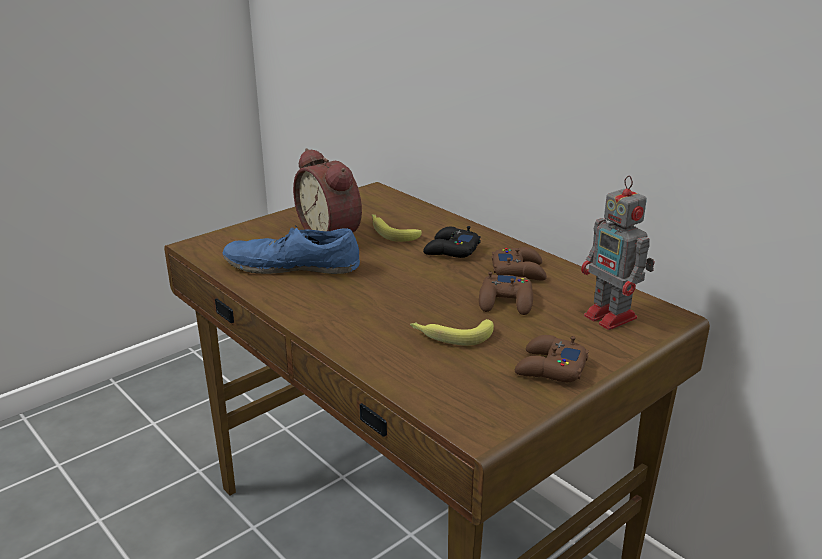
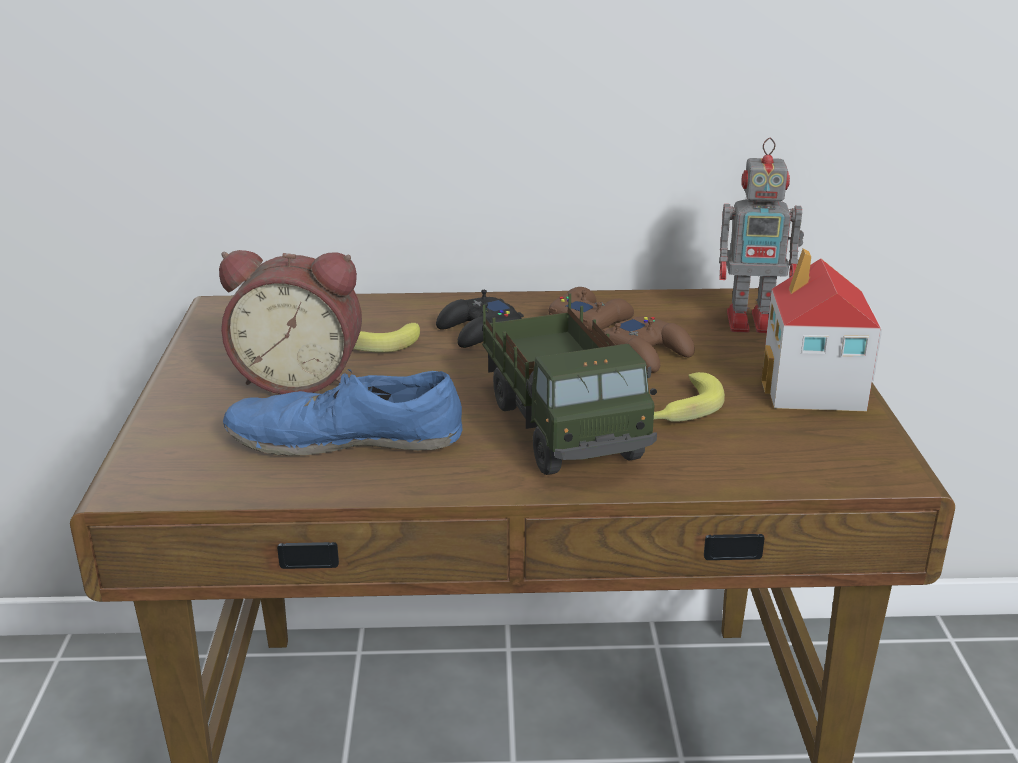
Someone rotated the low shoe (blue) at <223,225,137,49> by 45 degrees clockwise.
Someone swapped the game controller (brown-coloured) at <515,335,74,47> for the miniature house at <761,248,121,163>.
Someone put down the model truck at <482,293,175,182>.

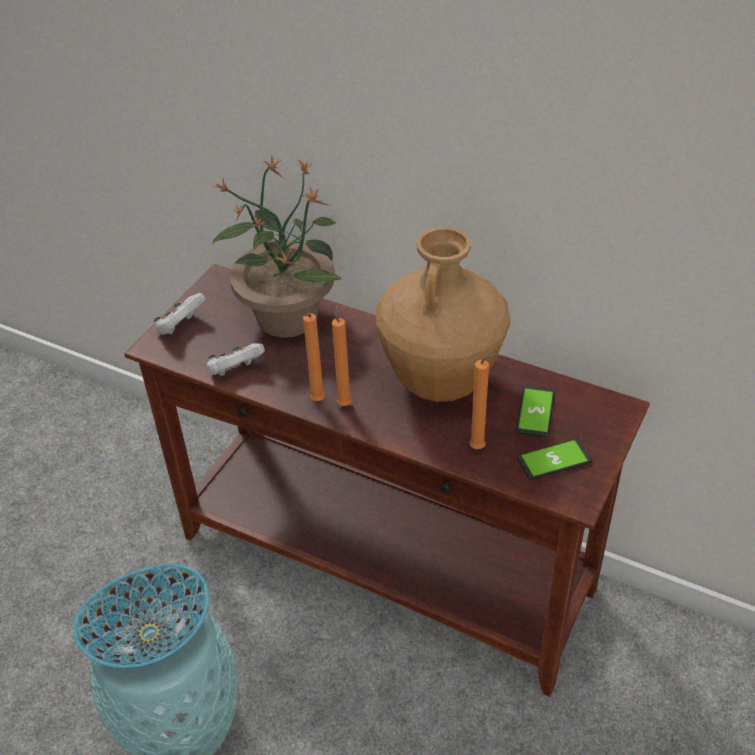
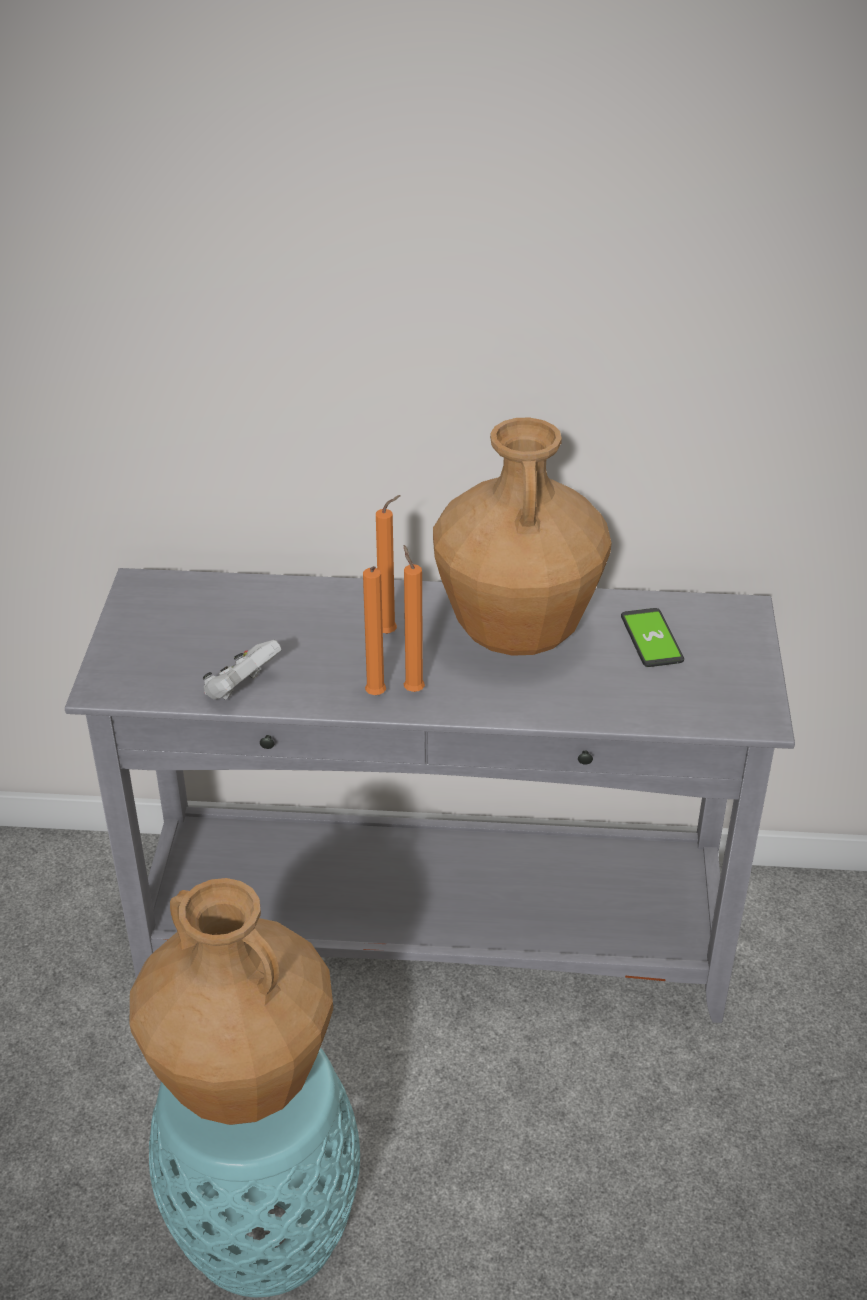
Someone swapped the bowl at <73,564,136,104> for the vase (brown-coloured) at <130,878,203,247>.
Someone repainted the console table (brown-coloured) at <124,264,526,433>, which became the console table (grey) at <65,568,730,455>.
Someone took away the game controller (white-coloured) at <154,293,52,42>.
Someone took away the potted plant at <212,156,130,182>.
Someone carried the candle (orangey) from <469,353,28,96> to <376,495,25,139>.
Someone took away the telephone at <517,439,75,41>.

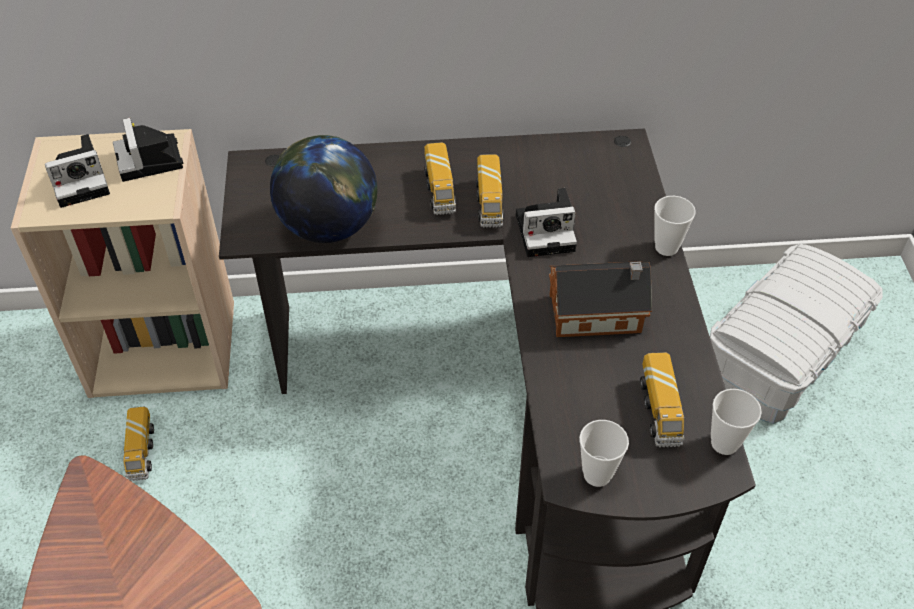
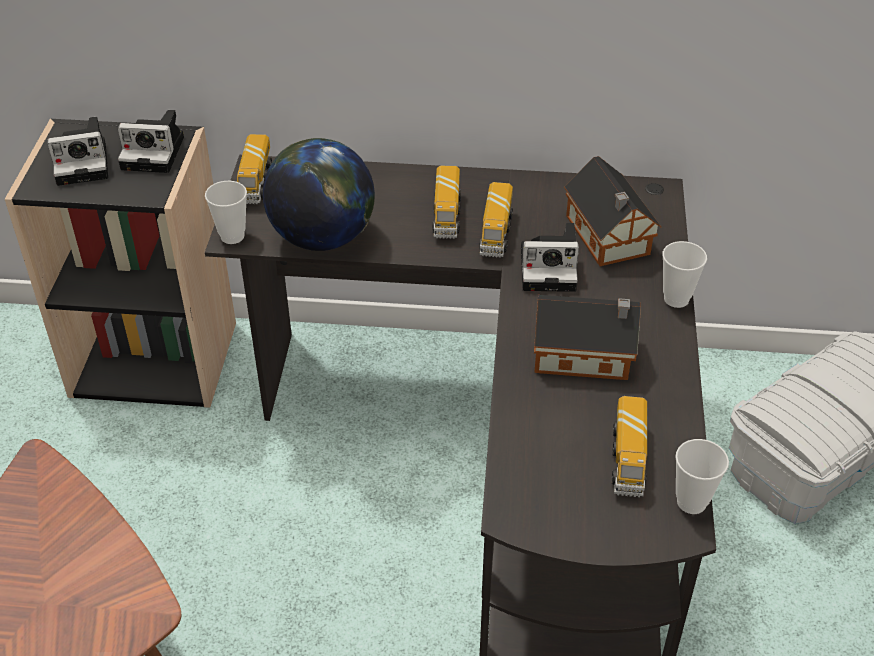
Someone repainted the bookcase (beige) at <11,129,223,269>, which became the bookcase (blackish) at <5,119,231,289>.
Someone rotated the still camera at <113,118,70,64> by 75 degrees counterclockwise.
Someone carried the model truck from <123,406,31,75> to <237,134,35,70>.
Someone carried the cup from <579,420,50,67> to <205,181,42,63>.
Someone put down the miniature house at <564,156,97,110>.

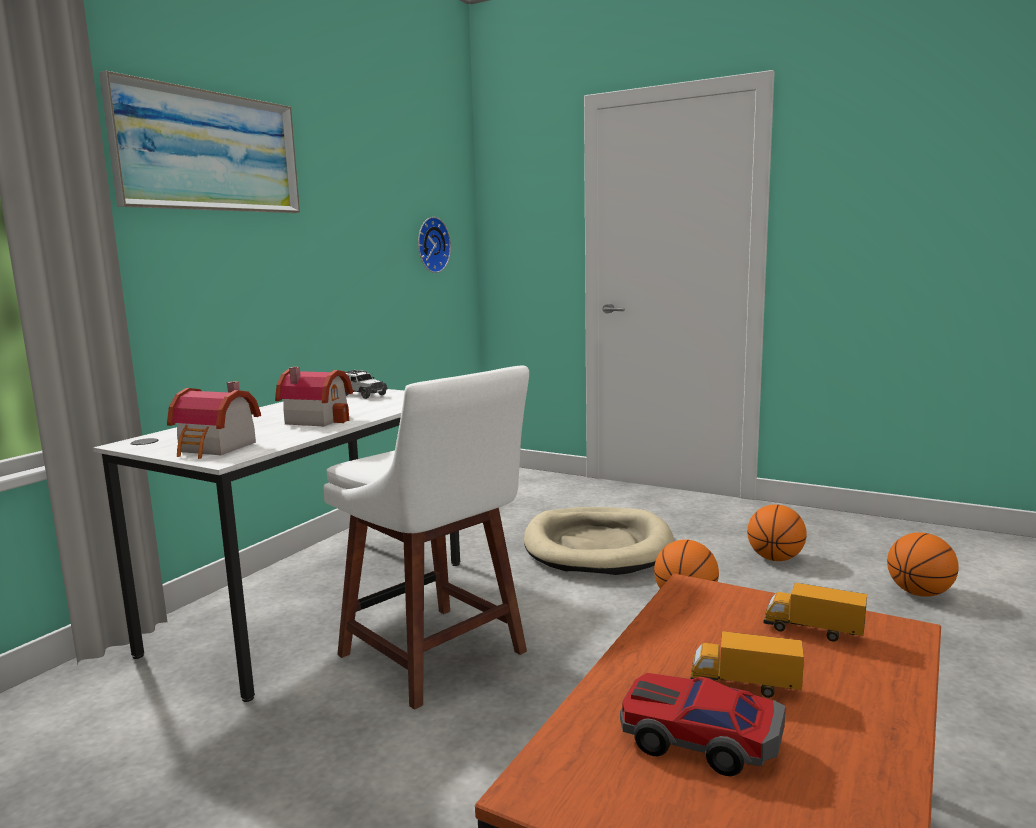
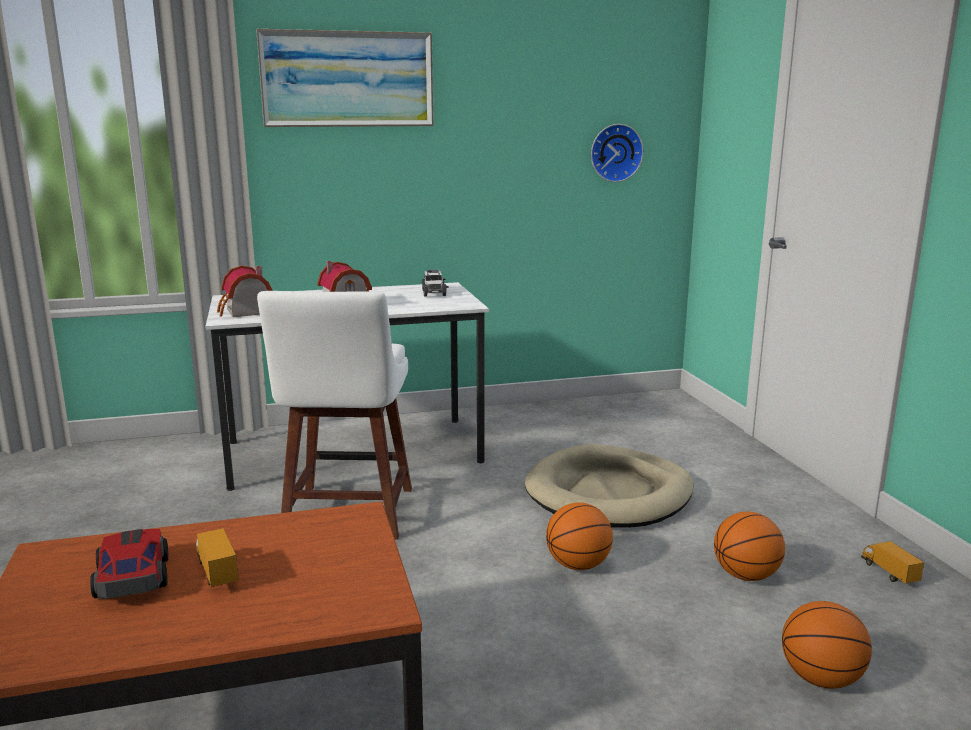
Someone carried the model truck from <764,583,103,59> to <861,541,63,43>.

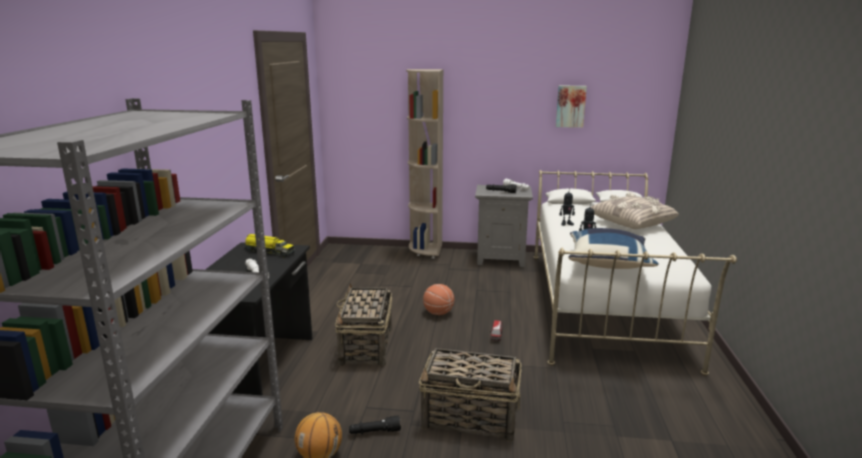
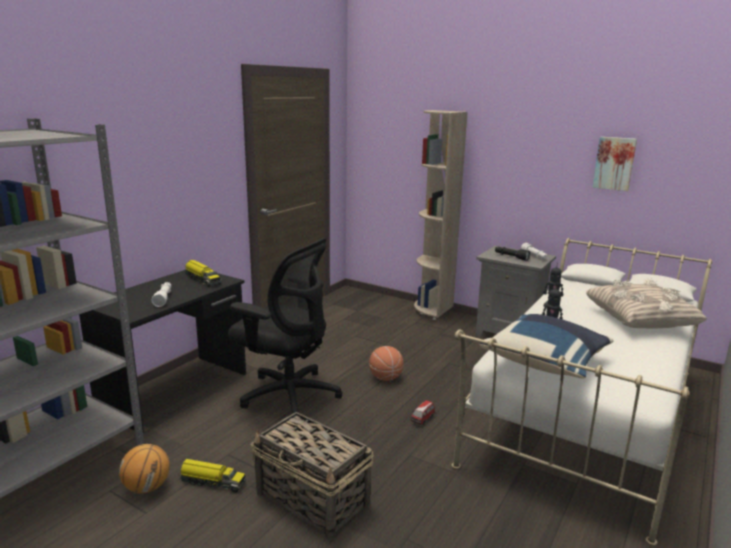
Someone swapped the household basket at <335,283,57,84> for the office chair (blackish) at <228,238,115,176>.
Someone swapped the flashlight (blackish) at <349,415,52,20> for the model truck at <179,459,67,34>.

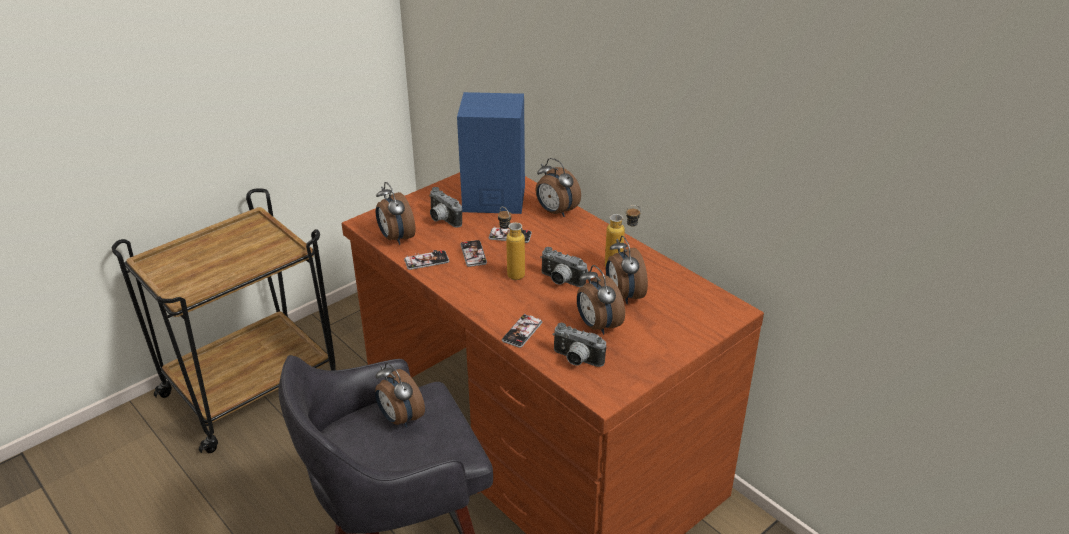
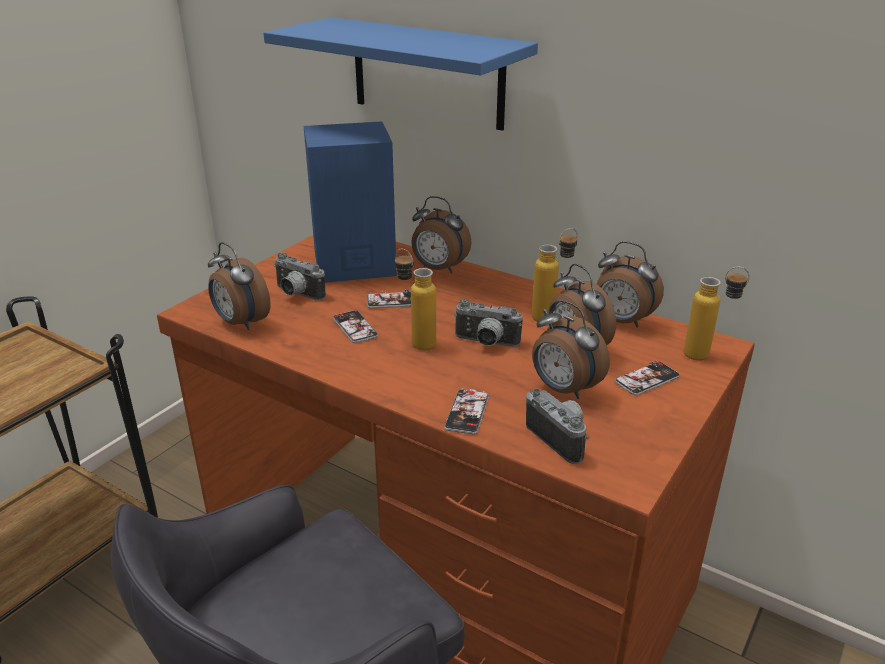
Someone carried the table clock from <375,363,50,65> to <597,241,67,87>.
Someone carried the telephone from <404,250,45,20> to <615,361,65,35>.
Someone rotated the still camera at <553,323,53,44> by 135 degrees counterclockwise.
Someone put up the bracket shelf (blue) at <263,17,275,114>.
Someone put down the bottle at <684,267,66,94>.

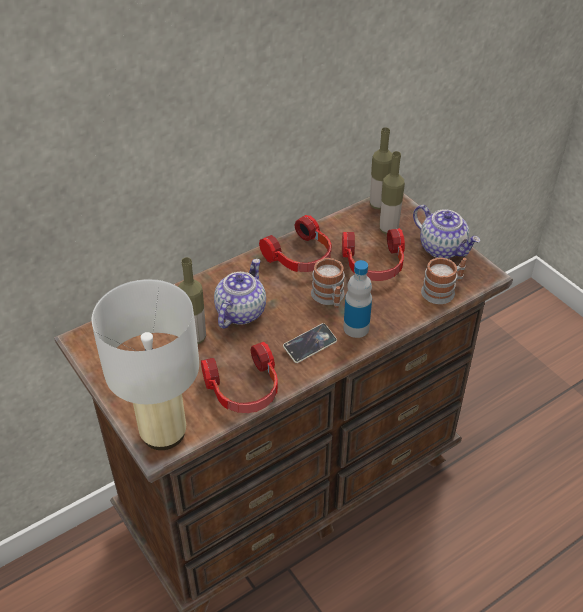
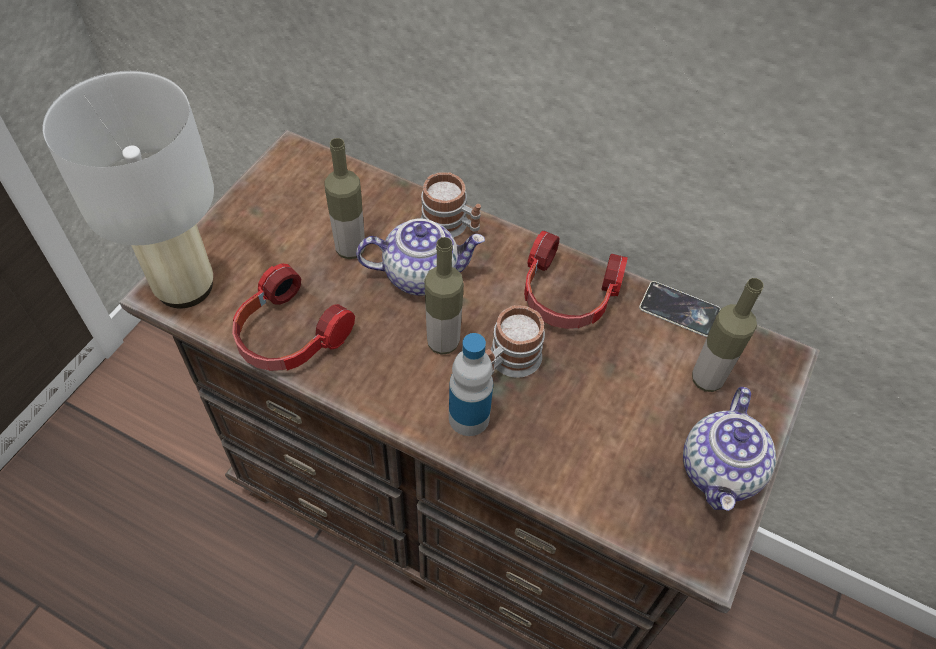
Someone carried the telephone from <283,323,54,40> to <639,281,82,56>.
Someone took away the headphones at <342,228,63,53>.
Someone carried the bottle from <370,127,22,83> to <424,237,40,118>.
Someone carried the tea mug from <421,258,46,46> to <421,172,60,66>.

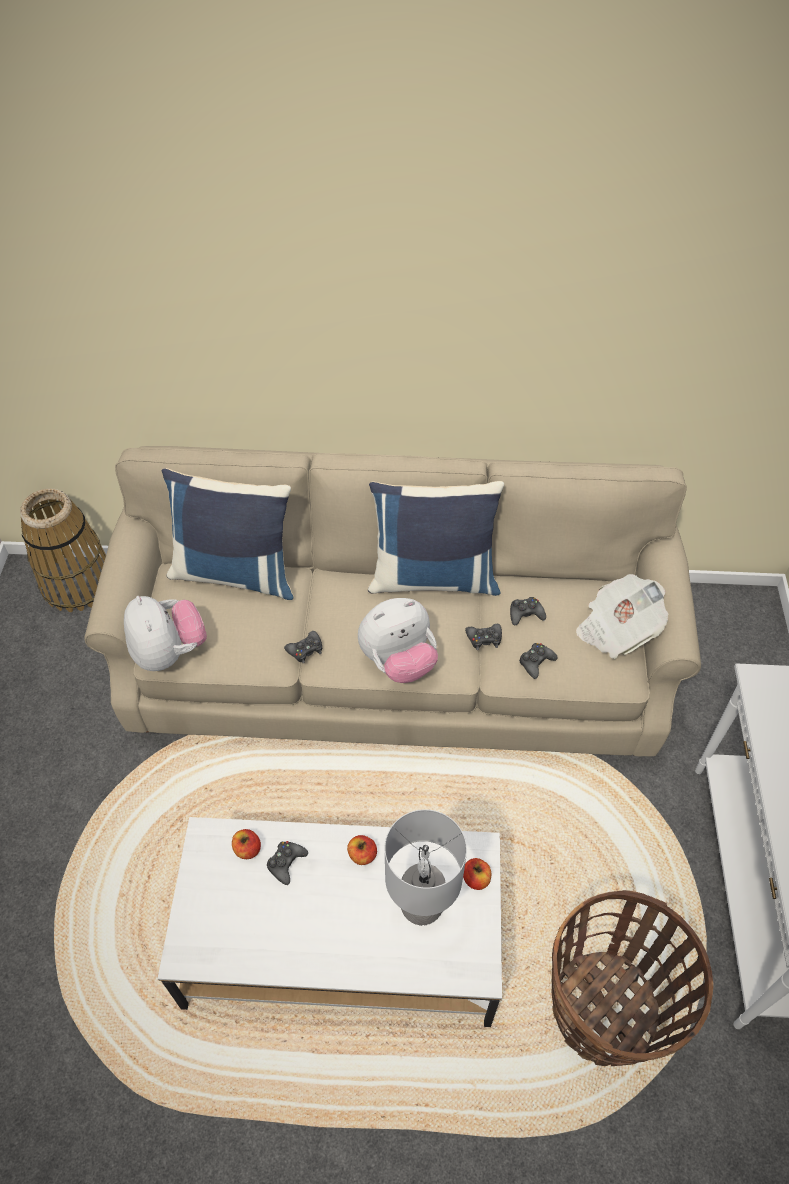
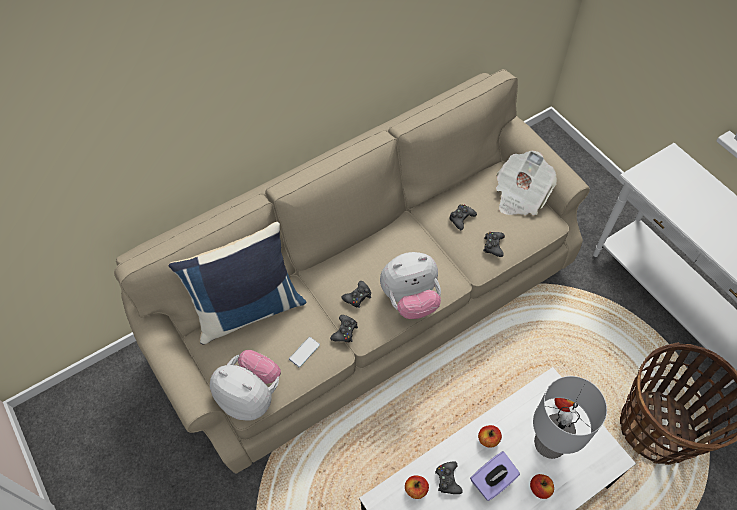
Someone took away the household basket at <20,488,86,124>.
Someone rotated the plush toy at <358,598,80,85> by 45 degrees clockwise.
Someone took away the pillow (blue) at <368,481,136,115>.
Someone carried the game controller (blackish) from <465,624,37,26> to <341,281,30,27>.
Someone put down the telephone at <289,337,31,30>.
Someone put down the box of tissues (purple-coloured) at <470,451,50,50>.
Someone put down the apple at <530,474,24,25>.

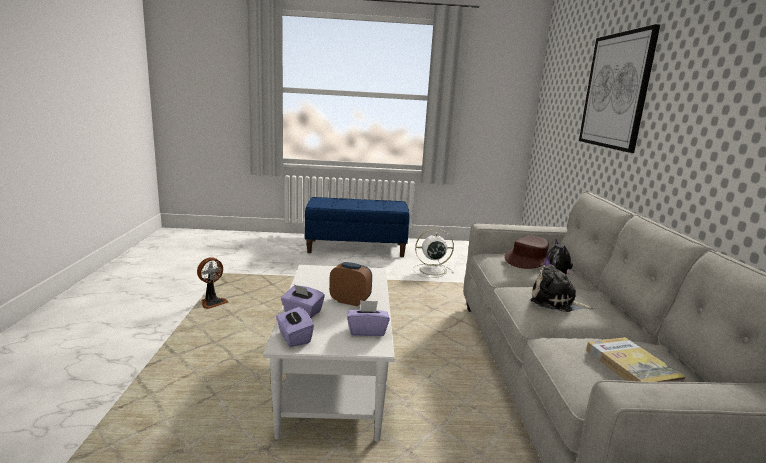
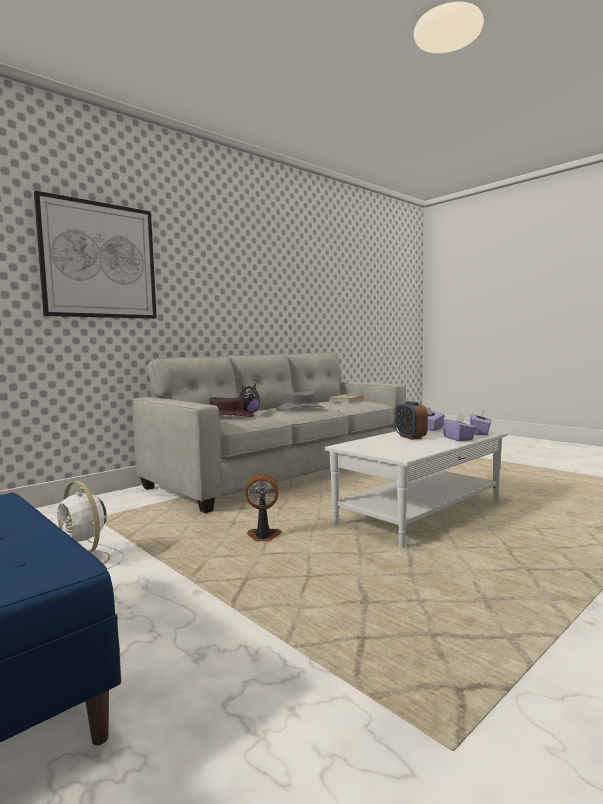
Someone carried the electric fan from <197,257,31,52> to <245,474,36,67>.
Someone swapped the plush toy at <530,259,64,53> for the hat (grey) at <276,391,49,20>.

